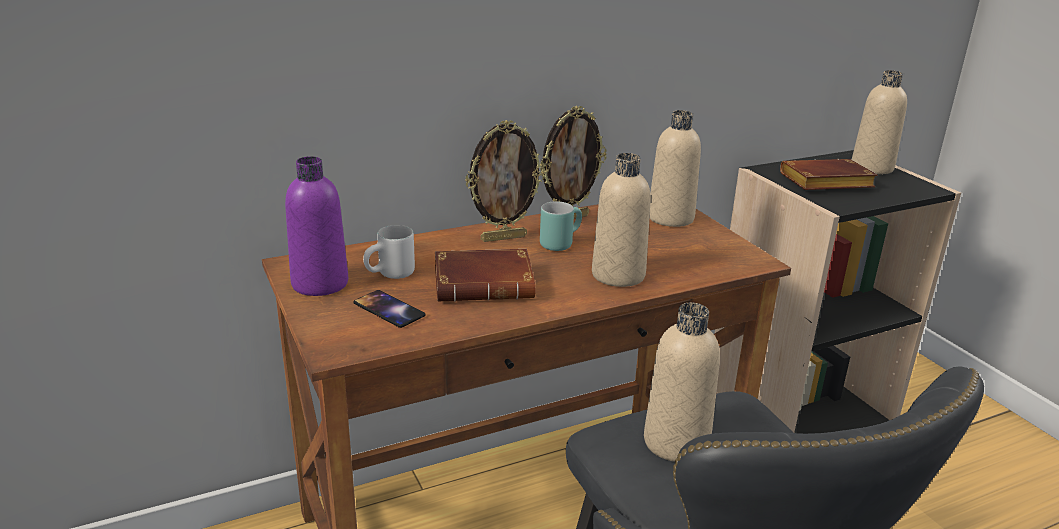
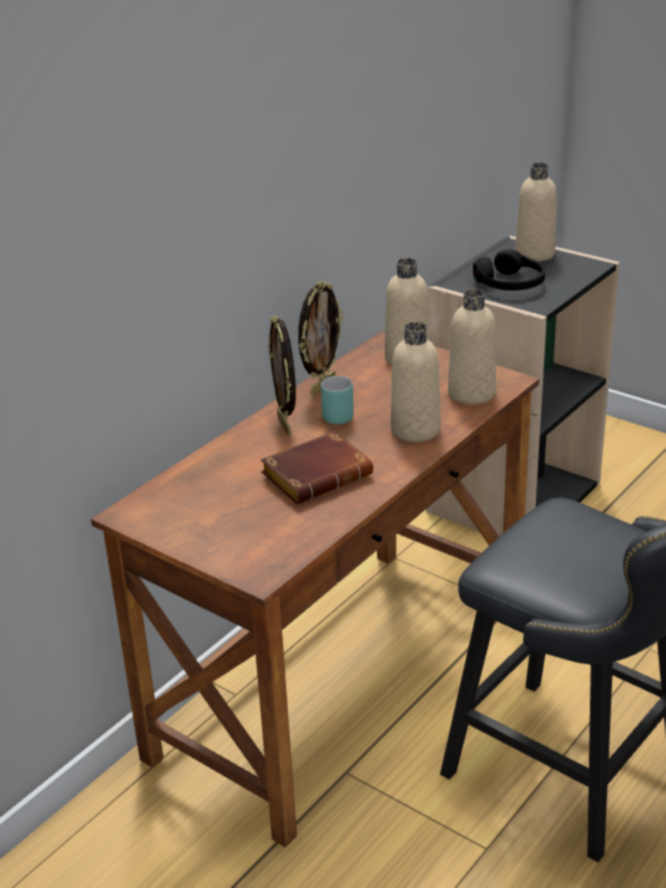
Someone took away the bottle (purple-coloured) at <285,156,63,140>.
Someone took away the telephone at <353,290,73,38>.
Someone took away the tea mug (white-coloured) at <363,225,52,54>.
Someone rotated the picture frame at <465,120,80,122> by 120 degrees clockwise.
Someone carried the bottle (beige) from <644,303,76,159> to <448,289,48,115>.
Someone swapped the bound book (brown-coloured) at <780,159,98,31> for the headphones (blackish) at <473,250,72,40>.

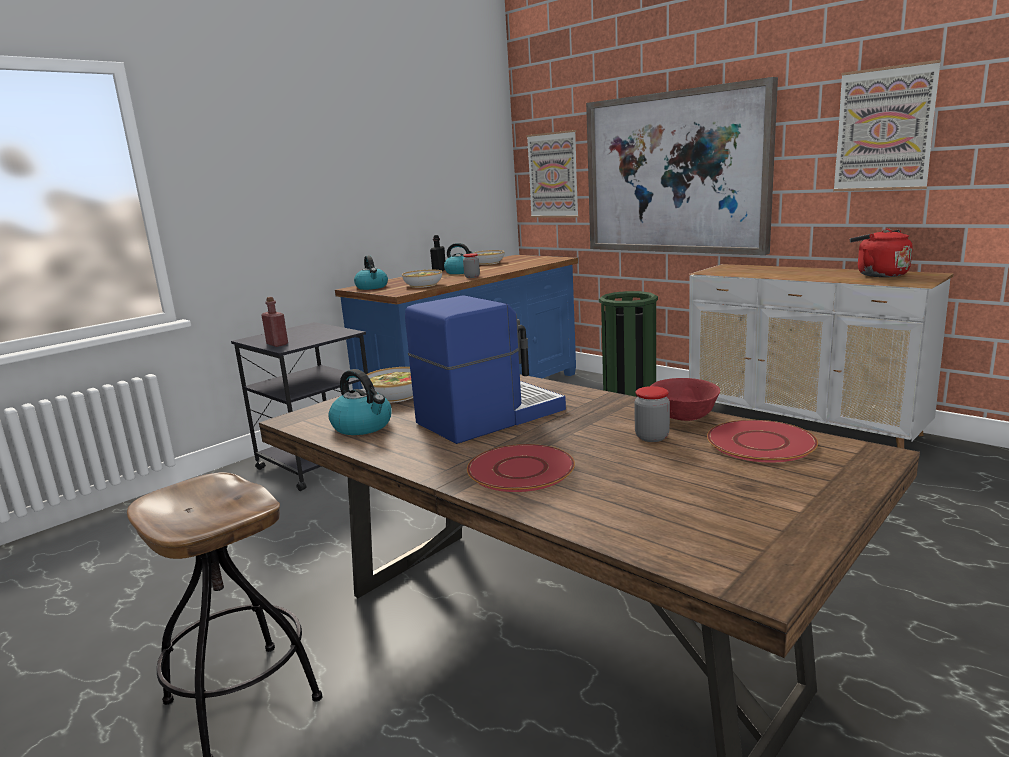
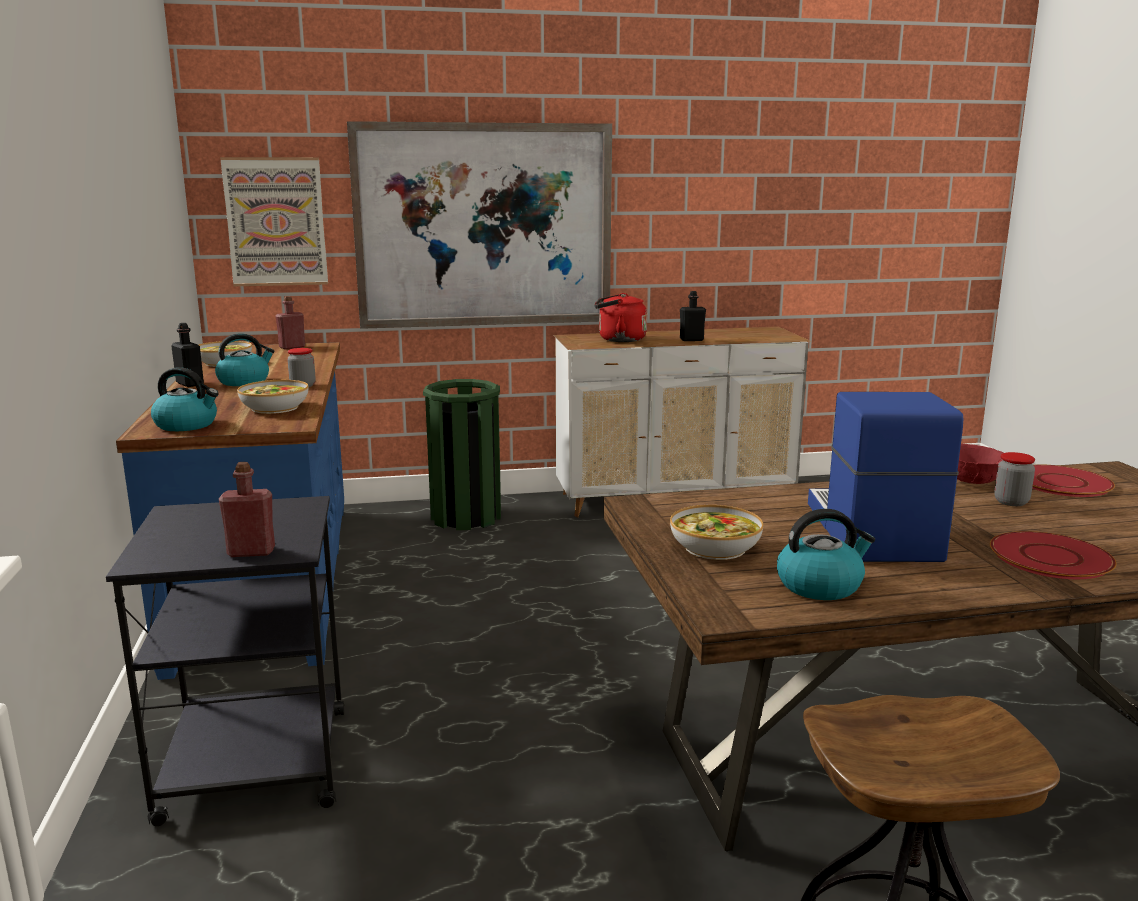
Someone took away the wall art at <833,60,108,131>.
Someone carried the kettle (red) from <850,229,63,48> to <594,293,53,49>.
Someone put down the bottle (red) at <275,296,30,54>.
Someone put down the bottle (blackish) at <680,291,26,50>.

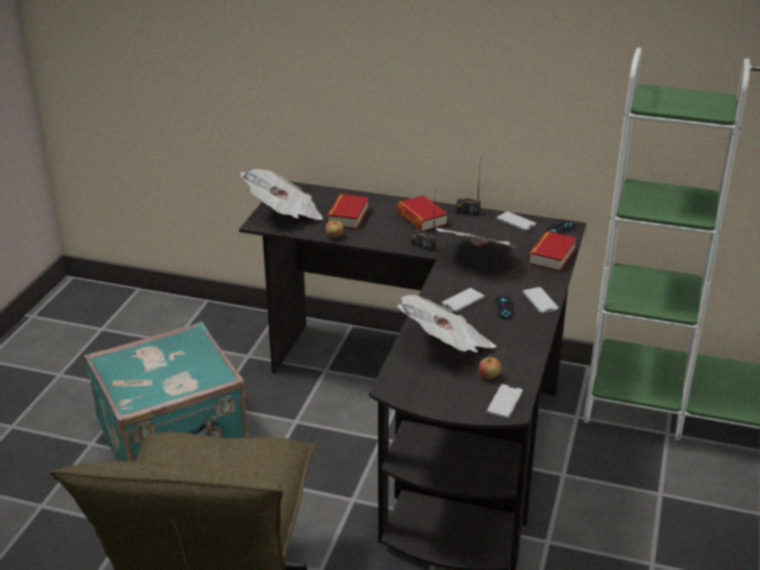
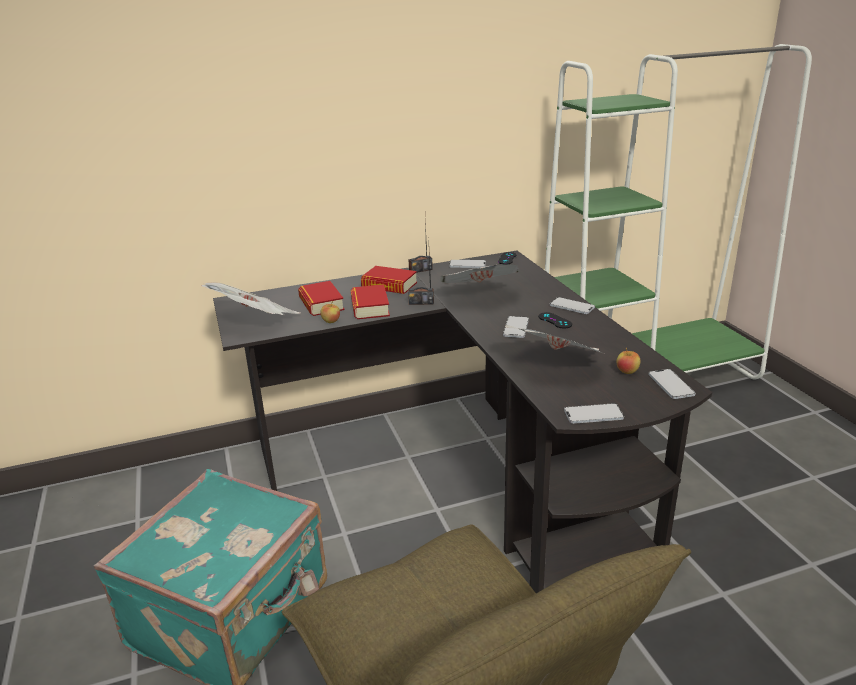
Someone carried the bound book from <528,231,49,41> to <351,284,39,35>.
Someone put down the telephone at <564,403,60,21>.

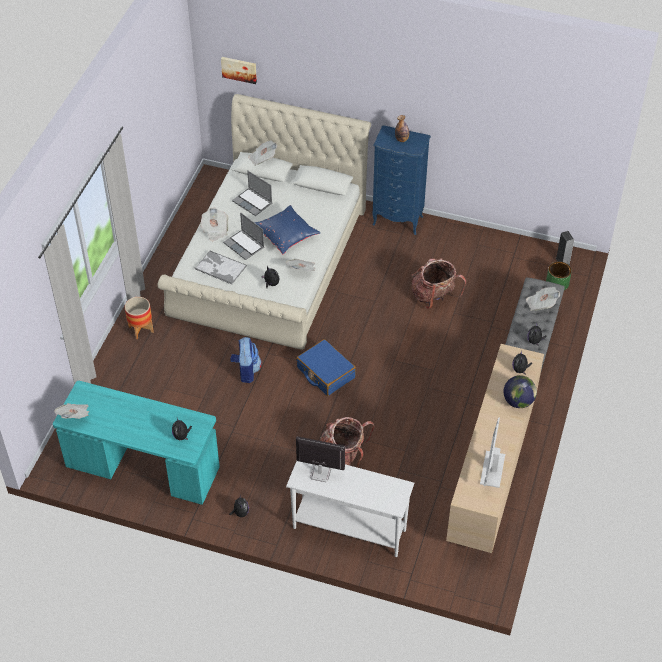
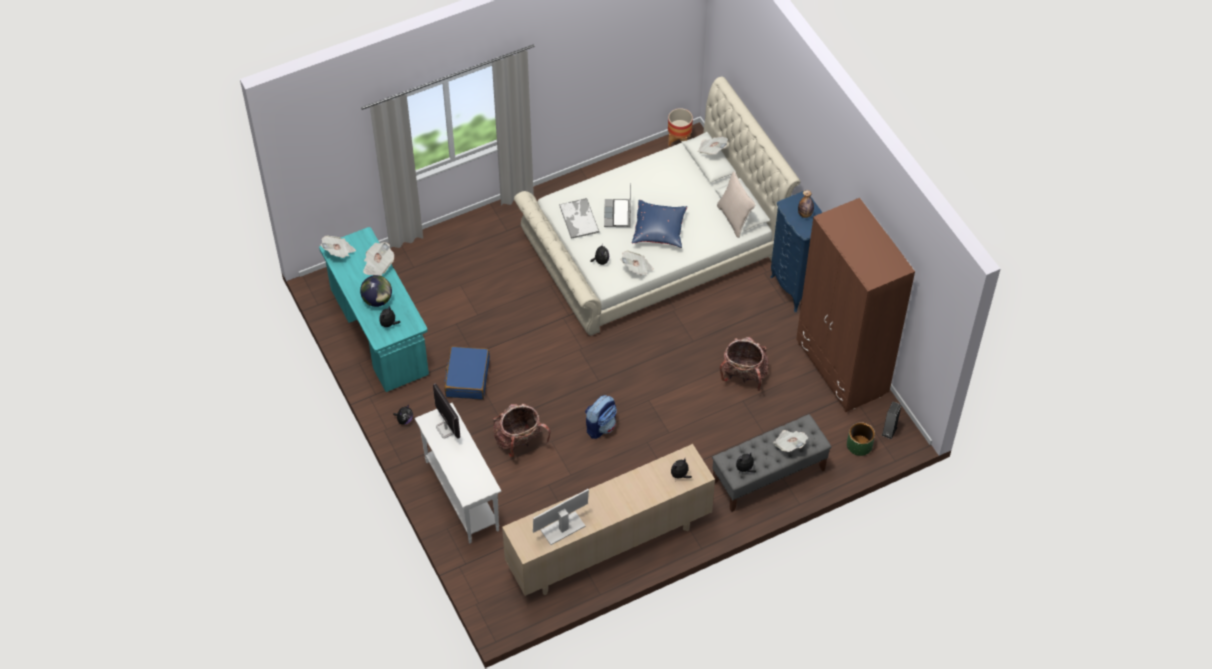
Someone carried the flower pot from <125,297,29,42> to <668,108,25,38>.
Someone carried the daily paper from <200,207,29,34> to <363,242,31,34>.
Someone took away the wall art at <221,57,36,27>.
Someone carried the rucksack from <230,337,31,46> to <585,395,32,44>.
Someone took away the laptop at <232,170,40,46>.
Someone carried the travel case (blue) from <296,339,60,57> to <445,346,45,54>.
Someone carried the world globe from <503,375,34,33> to <360,275,32,32>.
Someone put down the pillow (beige) at <717,171,38,67>.
Someone put down the clothes cupboard (brown-coloured) at <796,198,119,214>.

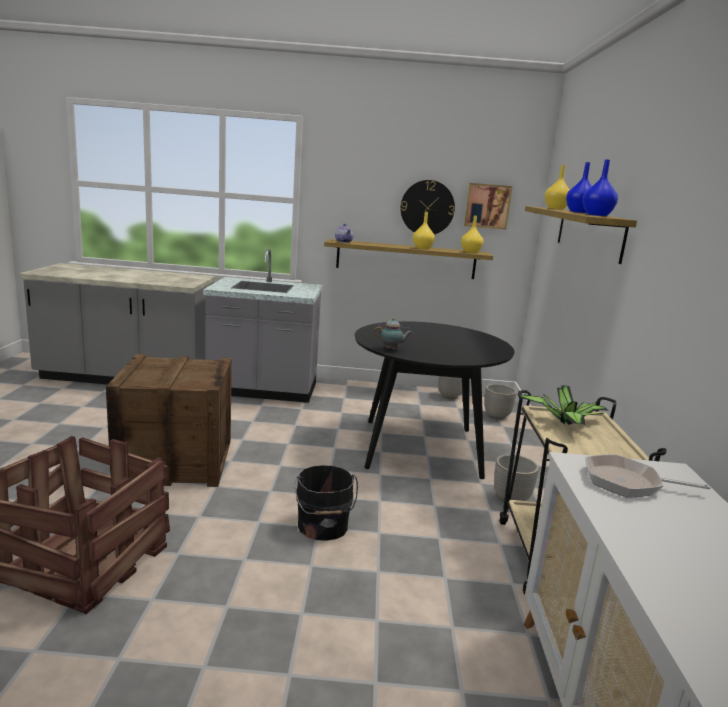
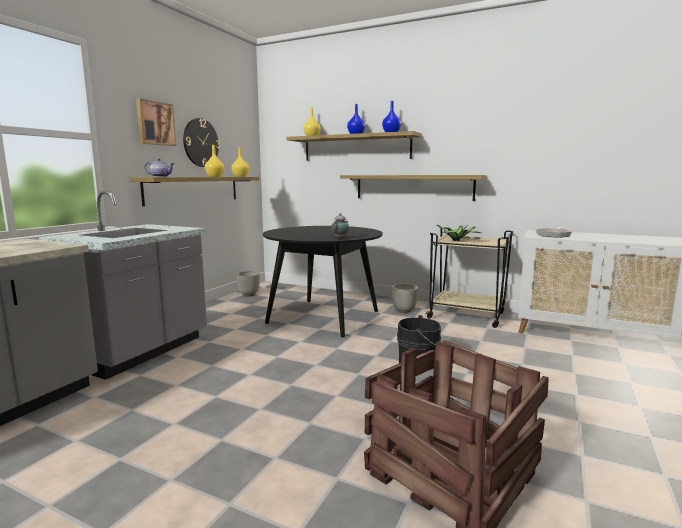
Someone took away the packing crate at <106,354,126,133>.
Someone carried the wall art from <464,183,49,46> to <136,98,40,48>.
Someone took away the flower pot at <485,384,32,36>.
Someone put up the bracket shelf at <340,175,146,26>.

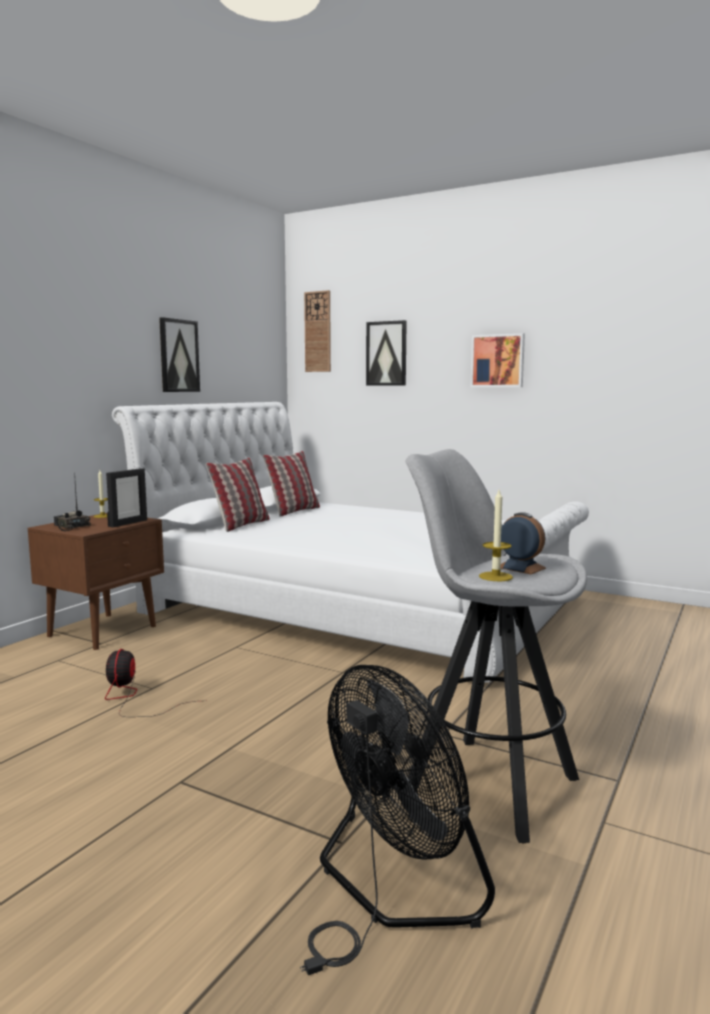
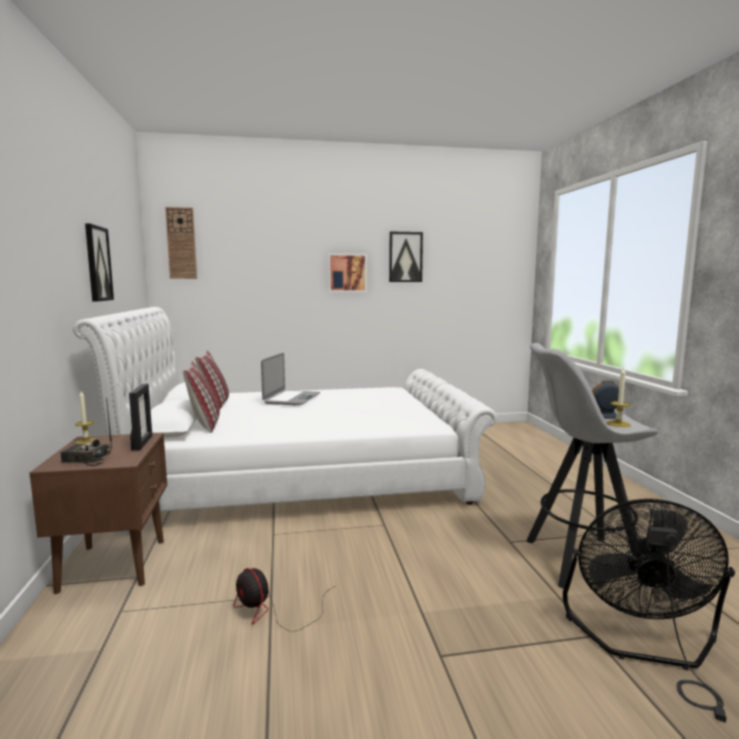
Someone carried the wall art from <366,320,41,66> to <389,231,34,51>.
Someone put down the laptop at <261,353,59,52>.

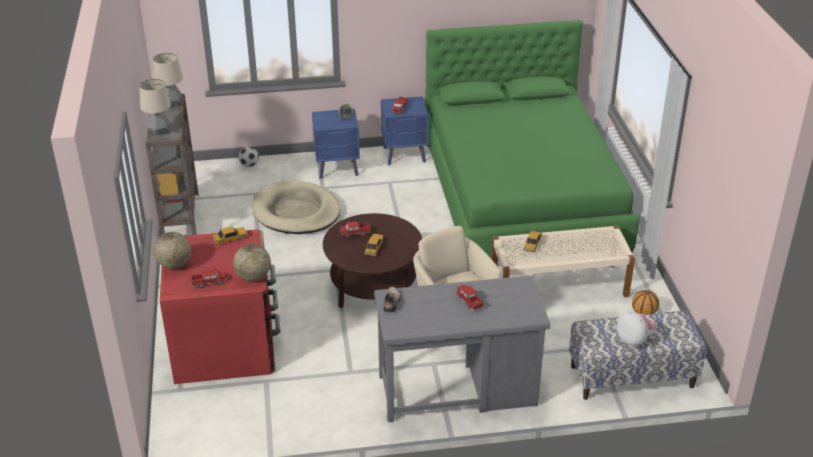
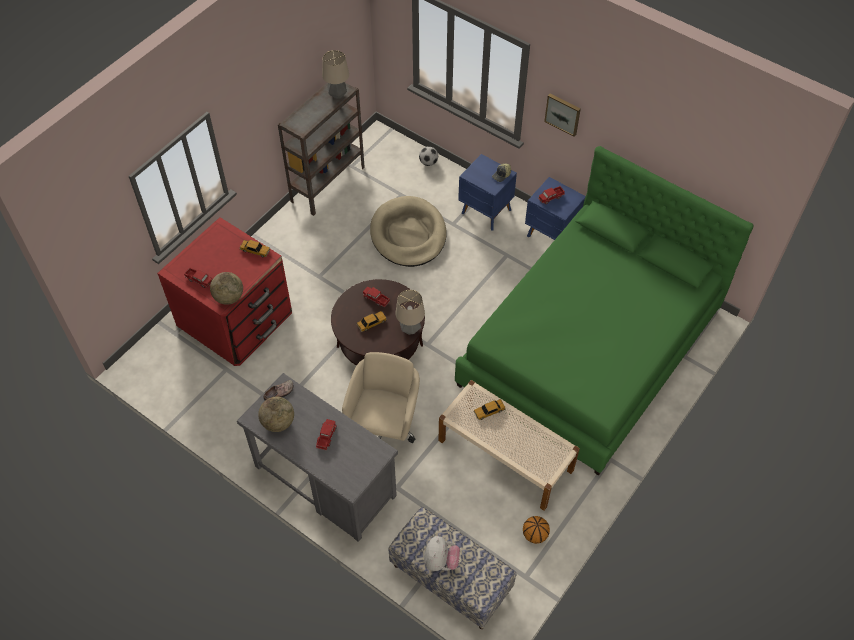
Someone carried the lamp for a table from <139,78,32,57> to <395,290,30,45>.
Someone carried the world globe from <153,232,38,37> to <258,397,36,35>.
Someone put up the wall art at <544,93,37,44>.

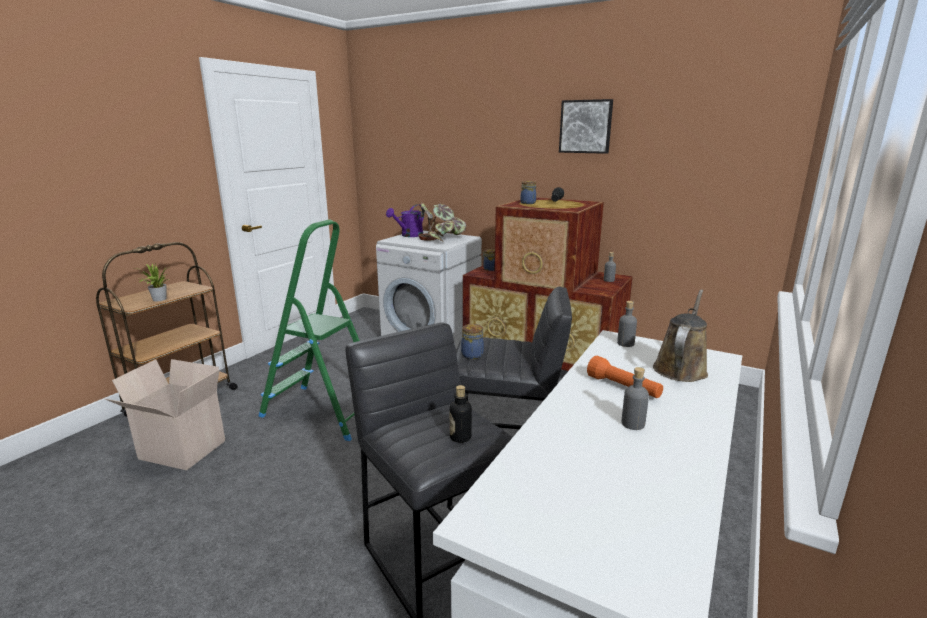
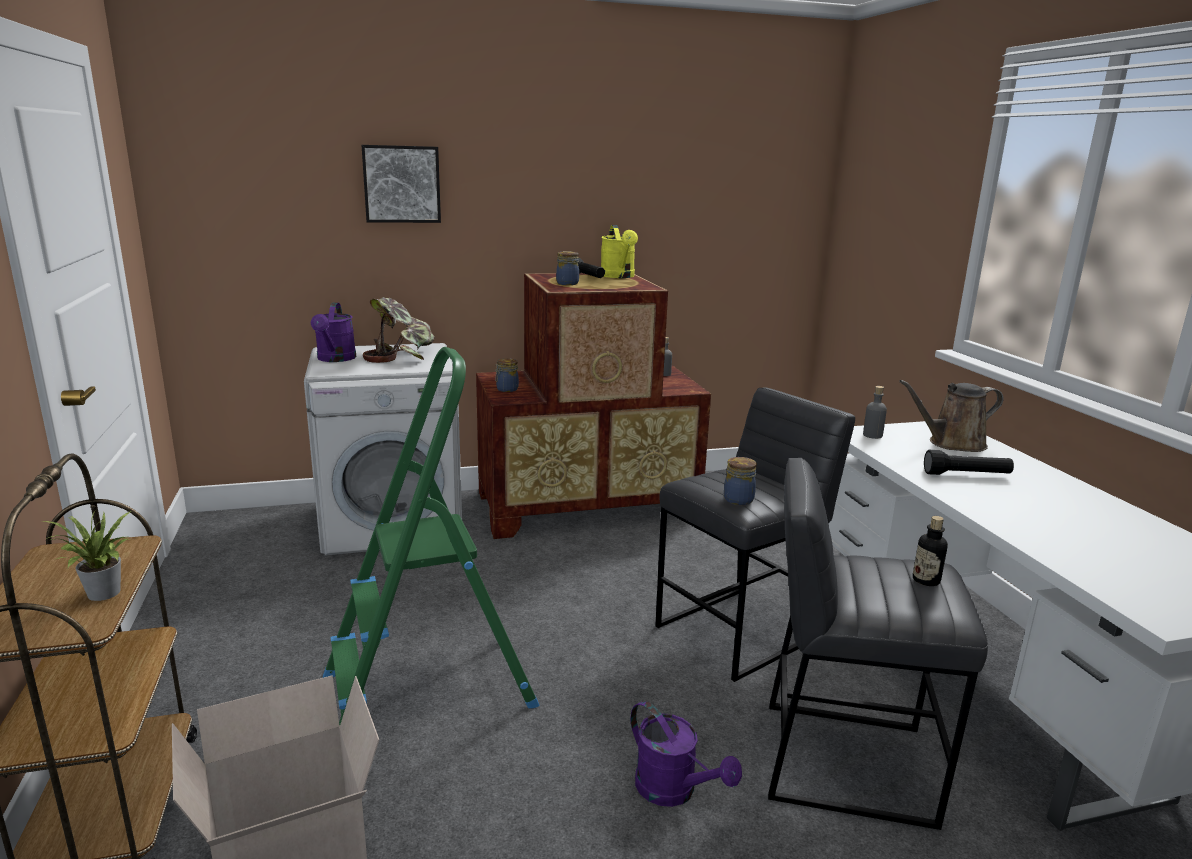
Someone carried the wall art from <559,99,54,55> to <362,145,79,78>.
Someone repainted the flashlight (orangey) at <587,356,76,42>, which became the flashlight (blackish) at <924,450,90,25>.
Someone took away the bottle (grey) at <621,367,28,63>.
Someone rotated the sprinkling can (brown-coloured) at <653,290,55,92> by 90 degrees counterclockwise.
Someone put down the sprinkling can (yellow-coloured) at <601,225,37,53>.
Someone put down the sprinkling can (purple-coloured) at <631,701,111,106>.

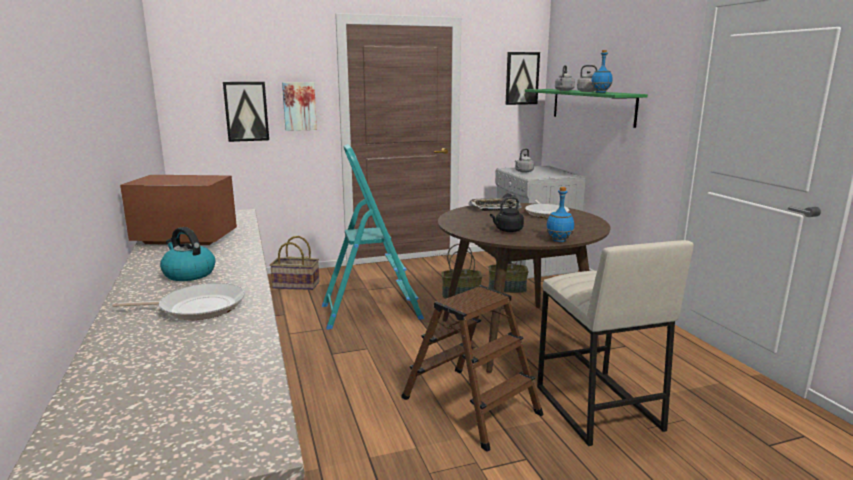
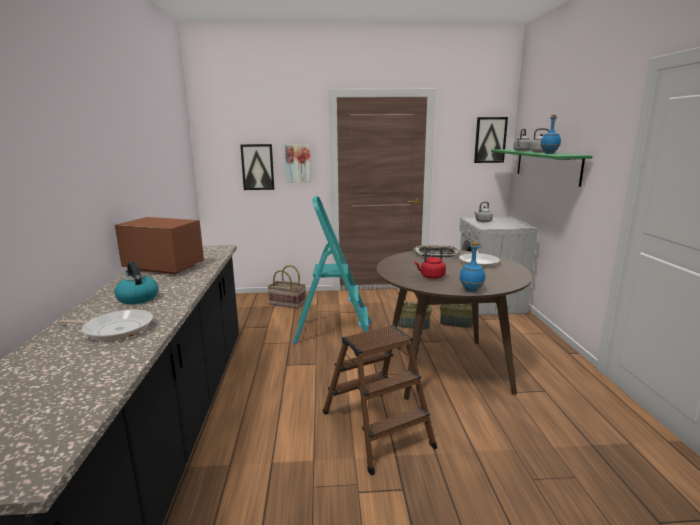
Someone repainted the kettle (blackish) at <490,197,34,35>, which became the kettle (red) at <414,247,32,32>.
Someone took away the stool seat (beige) at <537,240,157,206>.

